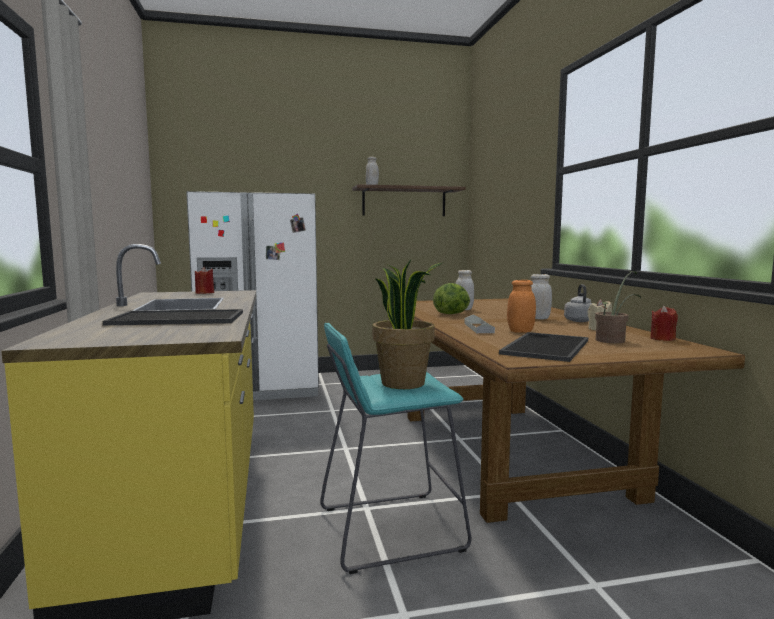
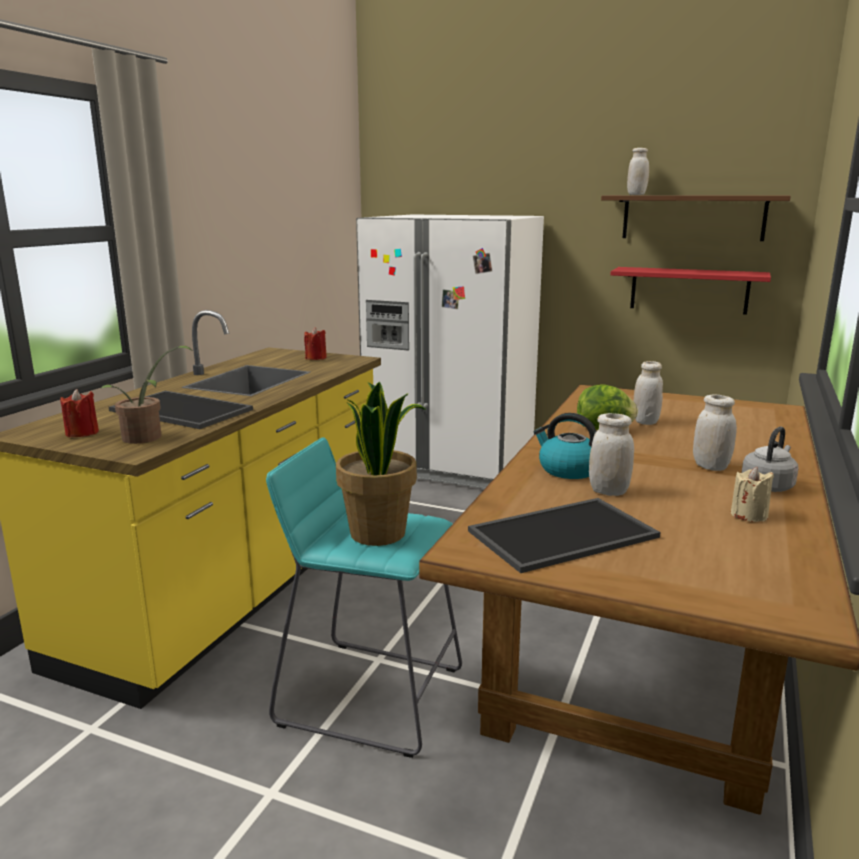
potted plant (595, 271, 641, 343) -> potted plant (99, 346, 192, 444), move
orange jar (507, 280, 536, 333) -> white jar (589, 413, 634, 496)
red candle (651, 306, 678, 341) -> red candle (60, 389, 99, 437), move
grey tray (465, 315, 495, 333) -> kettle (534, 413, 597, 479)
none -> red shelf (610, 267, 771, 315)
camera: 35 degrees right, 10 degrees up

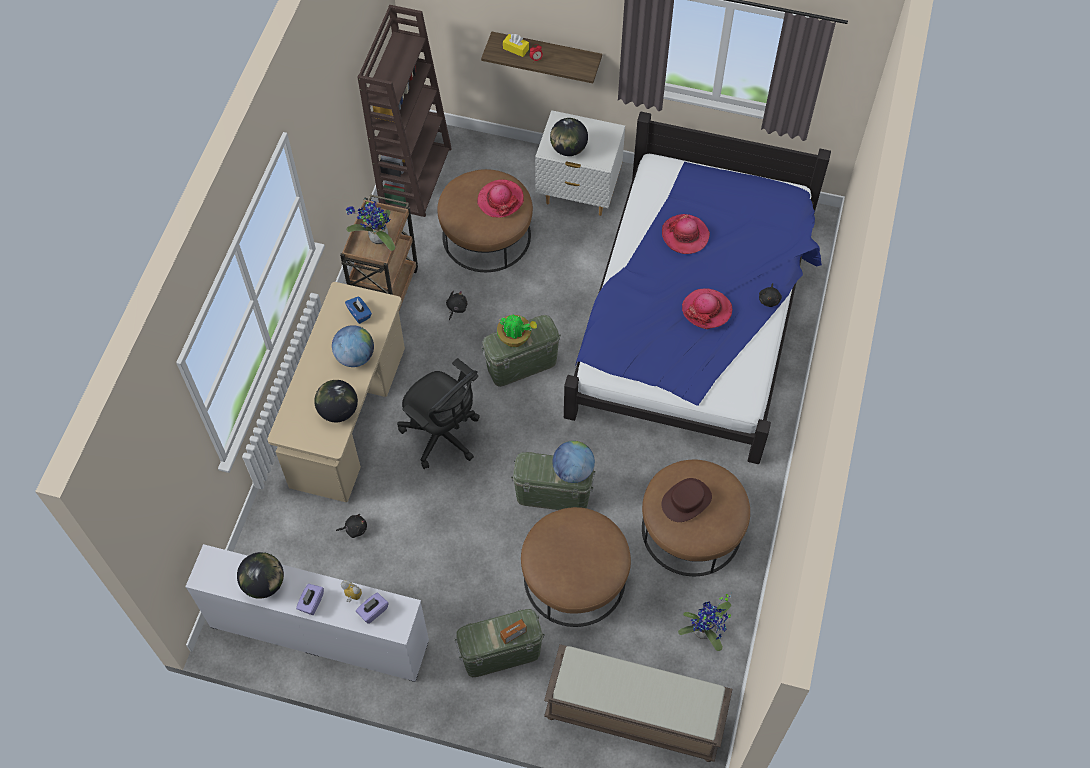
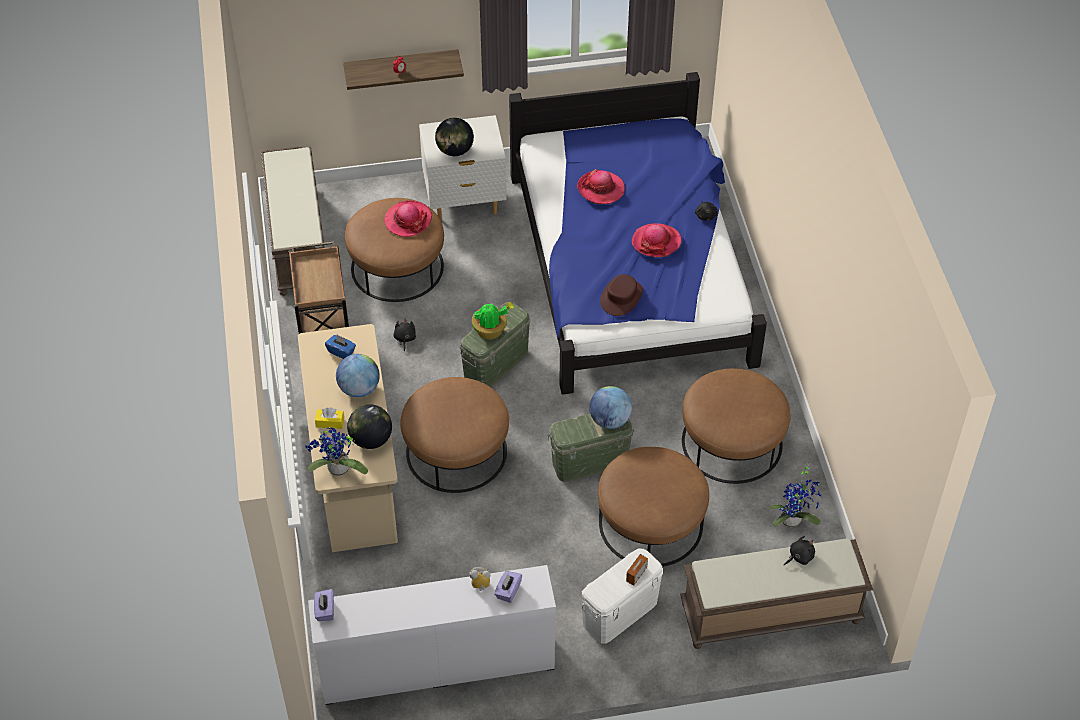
brown bookcase (358, 5, 452, 217) -> brown bench (261, 147, 325, 296)
yellow tissue box (503, 34, 529, 57) -> yellow tissue box (315, 408, 344, 429), move
potted plant (346, 198, 395, 251) -> potted plant (305, 427, 368, 476), move
black office chair (397, 358, 480, 469) -> brown ottoman (400, 377, 509, 493)
brown hat (662, 478, 712, 522) -> brown hat (600, 274, 643, 316), move
black plush toy (336, 514, 367, 538) -> black plush toy (784, 536, 815, 565), move
globe (237, 552, 284, 599) -> none
purple tissue box (296, 584, 324, 615) -> purple tissue box (314, 589, 334, 621), move
green storage box (455, 609, 545, 677) -> white storage box (581, 548, 663, 644)
camera: 25 degrees left, 10 degrees down

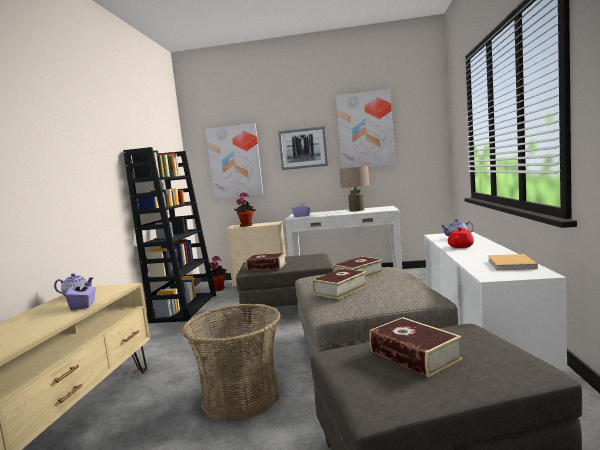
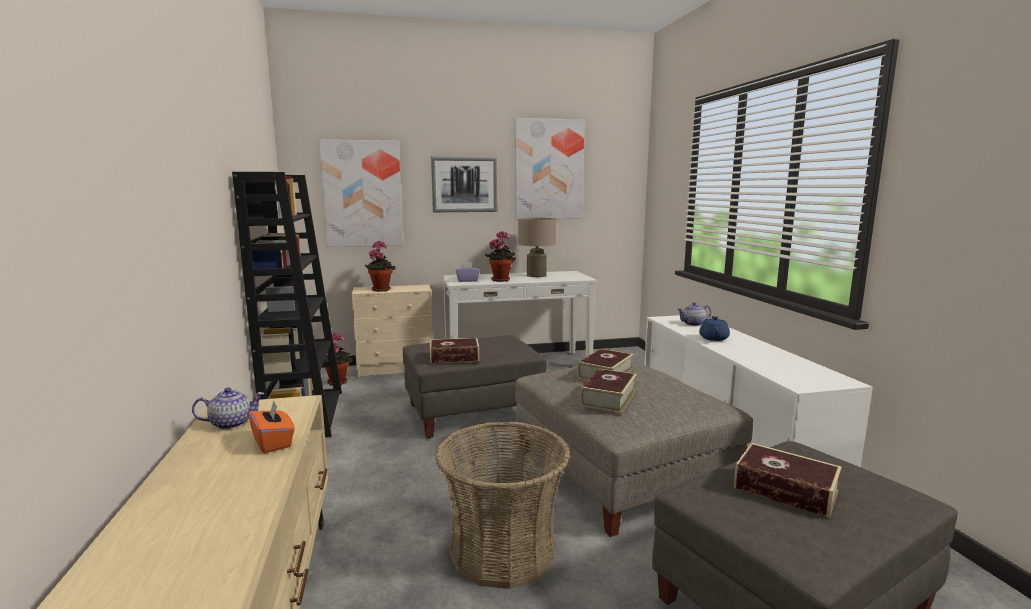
red teapot (448, 228, 474, 248) -> blue teapot (699, 316, 730, 341)
beige book (488, 254, 538, 270) -> none
purple tissue box (65, 279, 96, 310) -> orange tissue box (248, 401, 295, 453)
none -> potted plant (485, 231, 516, 282)
camera: 20 degrees left, 5 degrees up

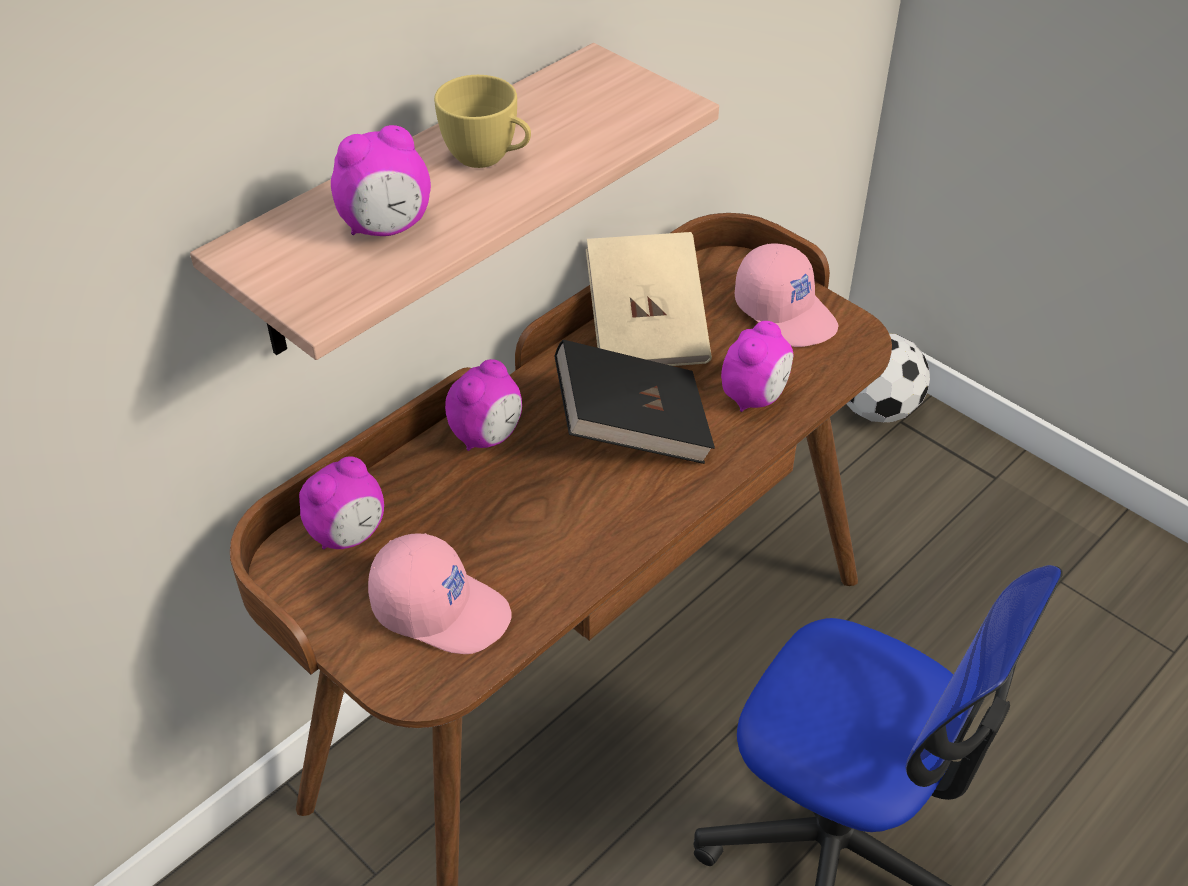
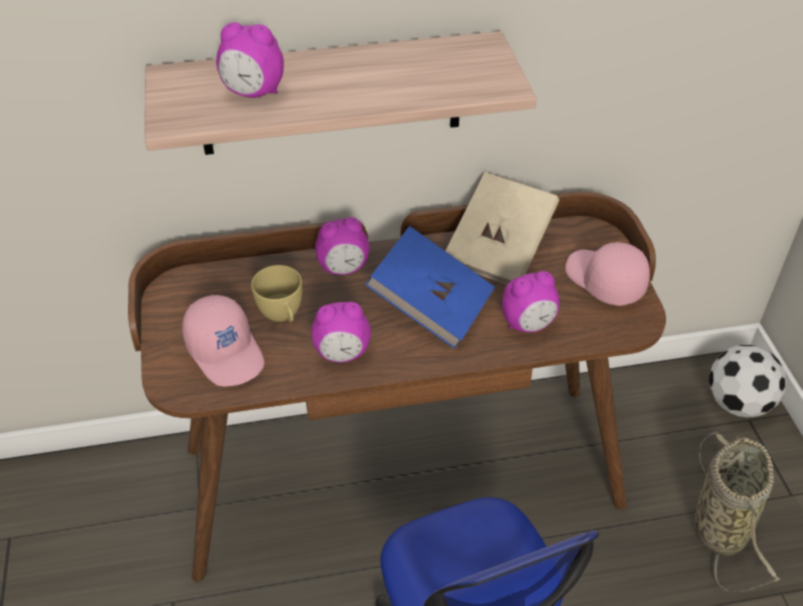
yellow cup (434, 75, 531, 168) -> yellow cup (251, 265, 302, 322), move
pink cap (735, 243, 838, 347) -> pink cap (565, 242, 650, 306), 150 degrees clockwise
black book (554, 340, 715, 464) -> blue book (365, 226, 495, 349)
alarm clock (299, 456, 384, 550) -> alarm clock (311, 302, 371, 363), move
none -> basket (695, 432, 781, 592)
camera: 35 degrees right, 0 degrees up

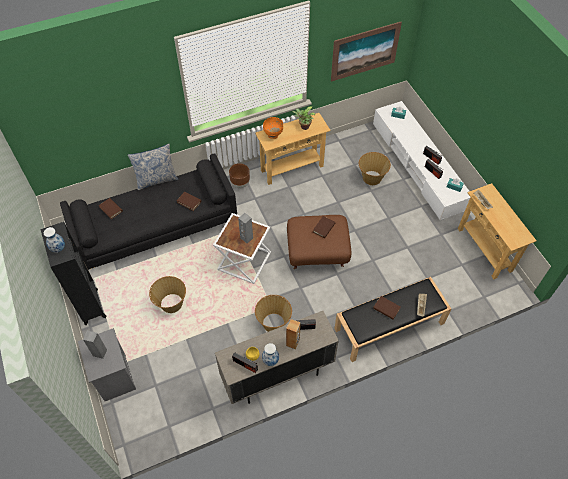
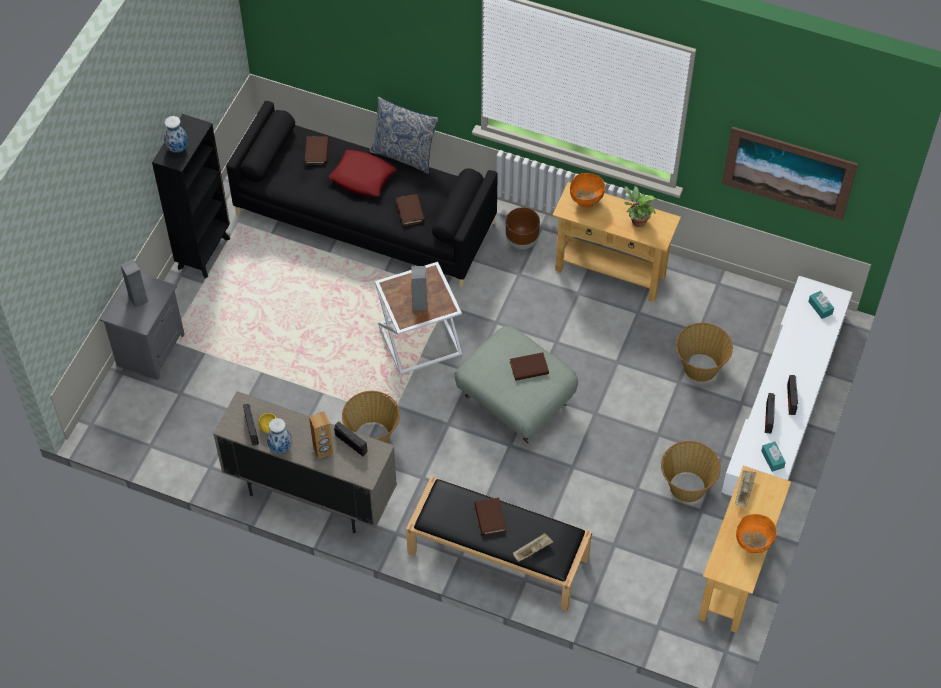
brown ottoman (287, 215, 351, 269) -> grey ottoman (455, 326, 578, 444)
basket (149, 276, 186, 313) -> basket (661, 441, 720, 502), move
none -> red pillow (328, 150, 396, 197)
none -> orange bowl (736, 514, 777, 553)
camera: 45 degrees right, 0 degrees up

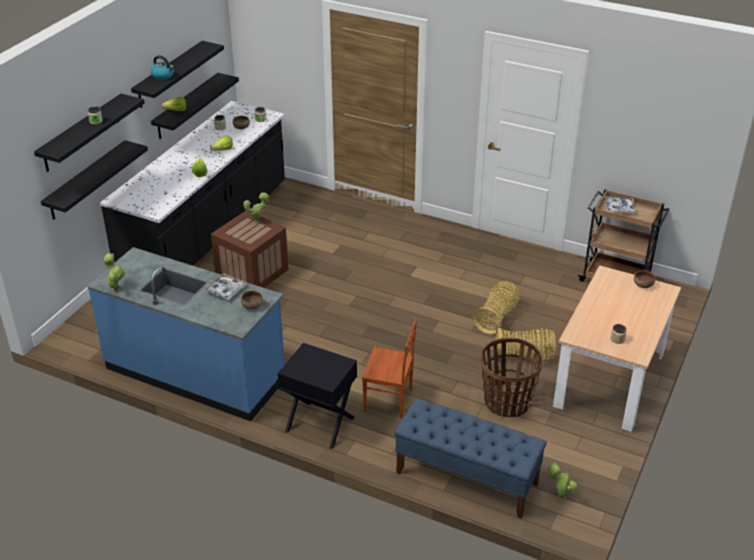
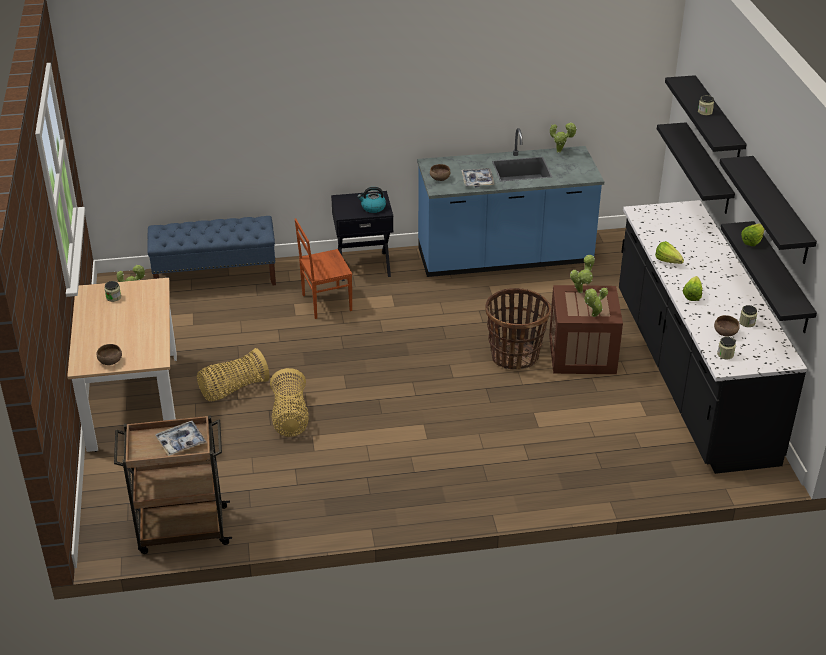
kettle (151, 55, 174, 80) -> kettle (357, 187, 386, 213), move
basket (480, 338, 543, 417) -> basket (485, 288, 551, 369), move
none -> potted plant (570, 255, 595, 293)
camera: 145 degrees right, 0 degrees up

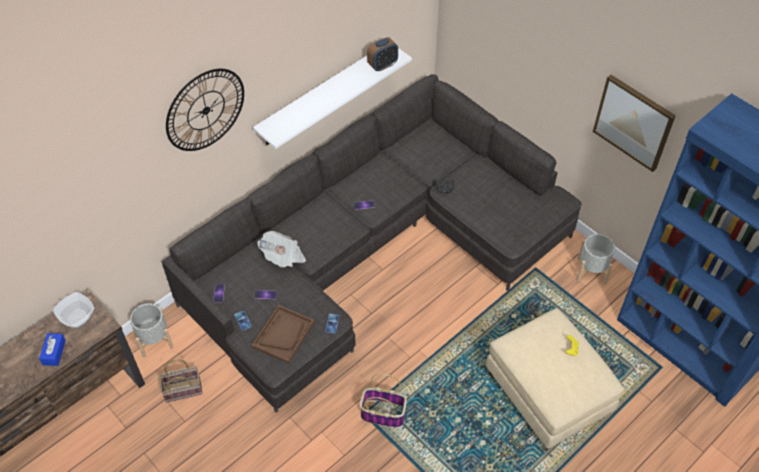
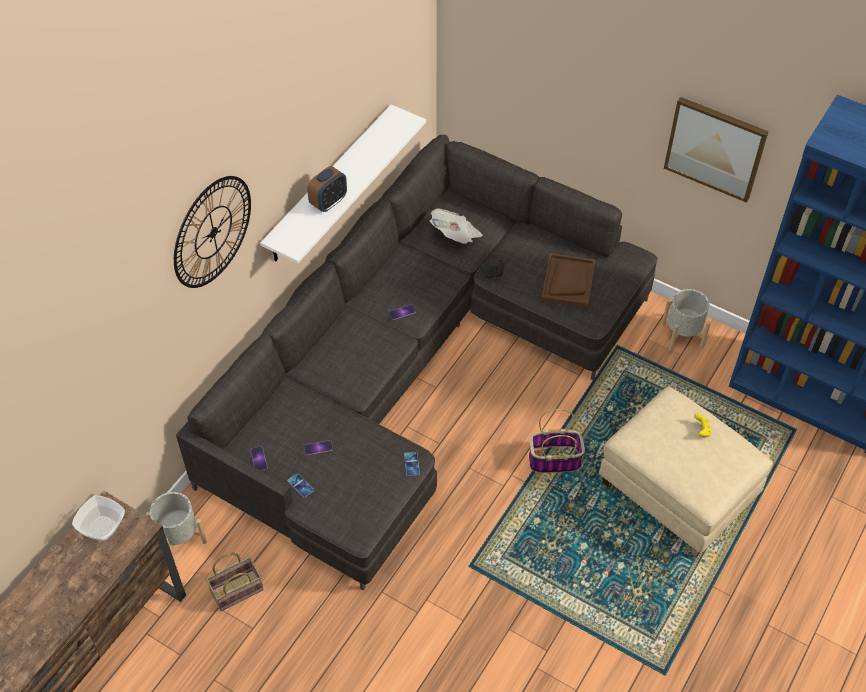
alarm clock (367, 37, 398, 71) -> alarm clock (307, 166, 347, 212), move
newspaper (257, 231, 306, 268) -> newspaper (430, 208, 482, 244), move
brown tray (252, 305, 315, 364) -> brown tray (541, 253, 595, 308), move
blue tissue box (39, 333, 66, 366) -> none
basket (359, 374, 407, 427) -> basket (529, 409, 585, 473), move
camera: 15 degrees left, 0 degrees up

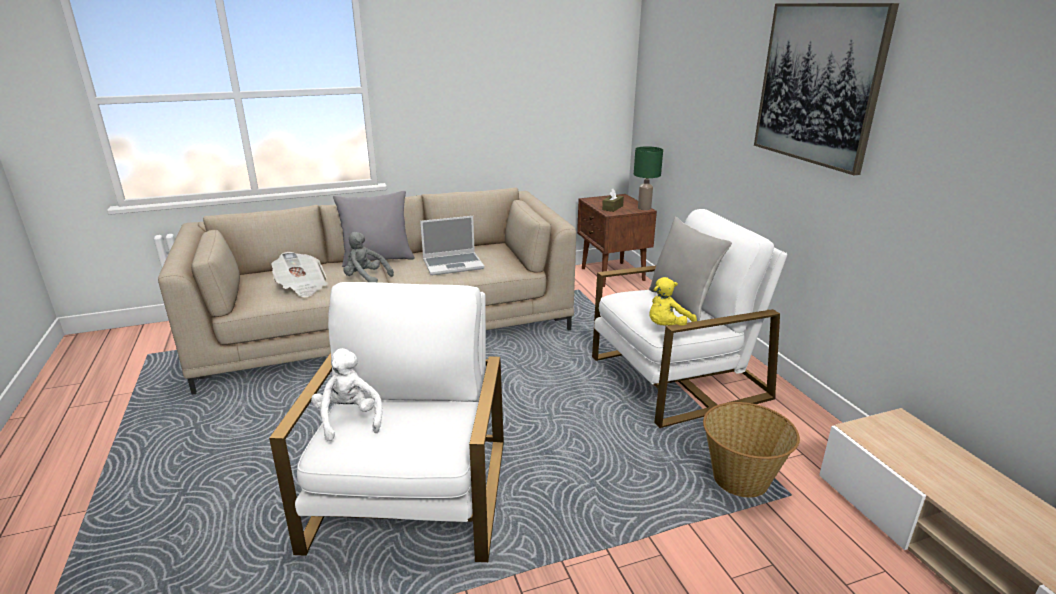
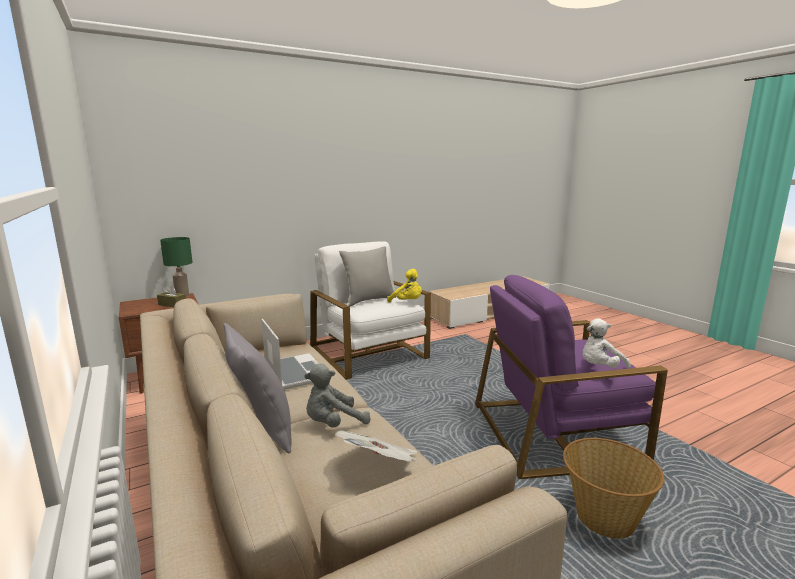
picture (754, 3, 899, 175) -> none
grey plush toy (343, 232, 394, 282) -> grey plush toy (304, 364, 371, 428), 45 degrees clockwise
white armchair (269, 282, 504, 562) -> purple armchair (475, 275, 668, 479)
basket (703, 402, 800, 497) -> basket (563, 438, 664, 539), move
camera: 100 degrees left, 10 degrees down

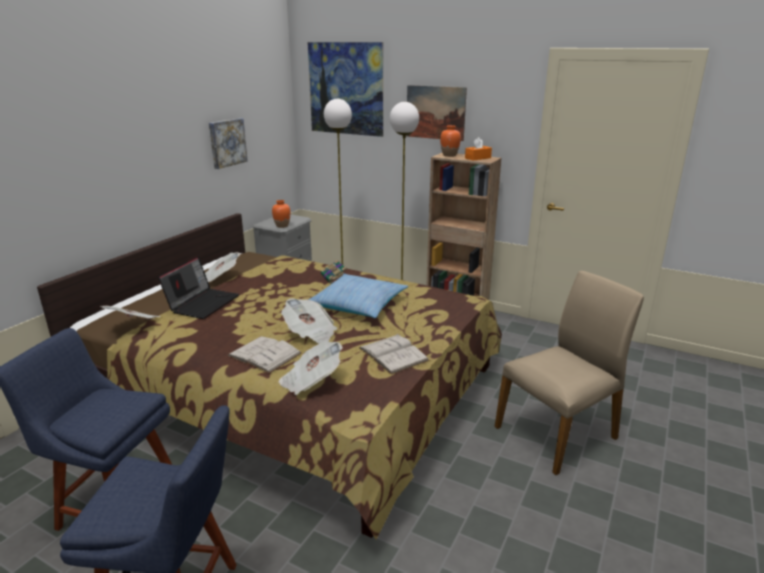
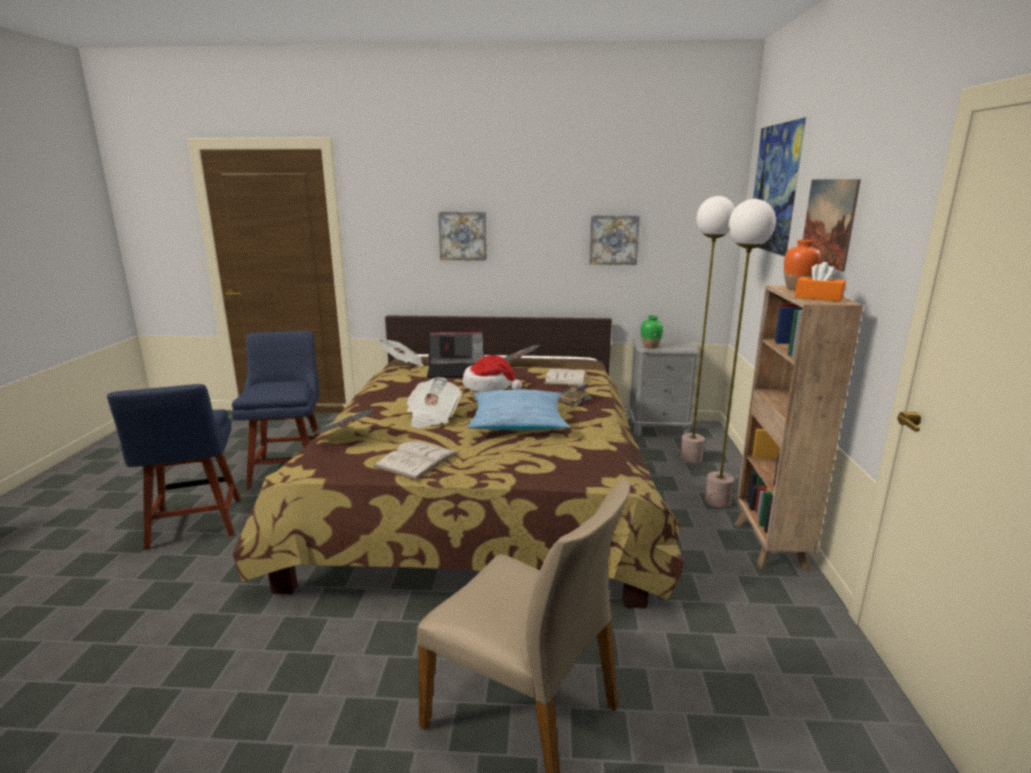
orange vase (272, 200, 291, 228) -> green vase (641, 315, 663, 349)
white book (227, 336, 301, 373) -> white book (544, 369, 586, 386), move
none -> picture (438, 211, 487, 261)
none -> hat (463, 355, 522, 392)
camera: 65 degrees right, 5 degrees down

